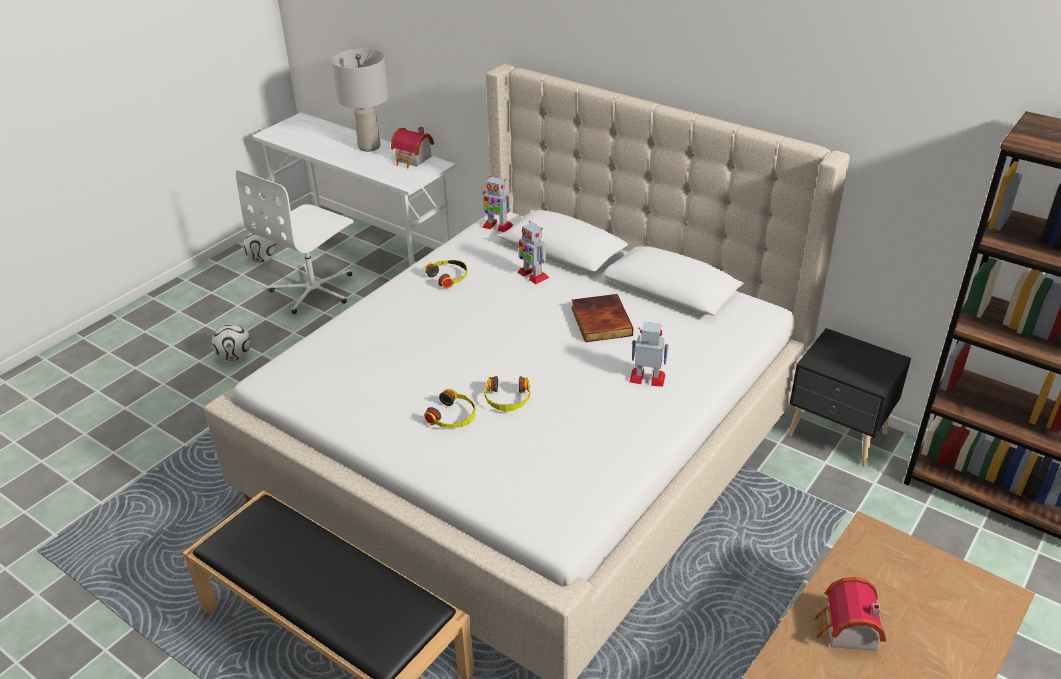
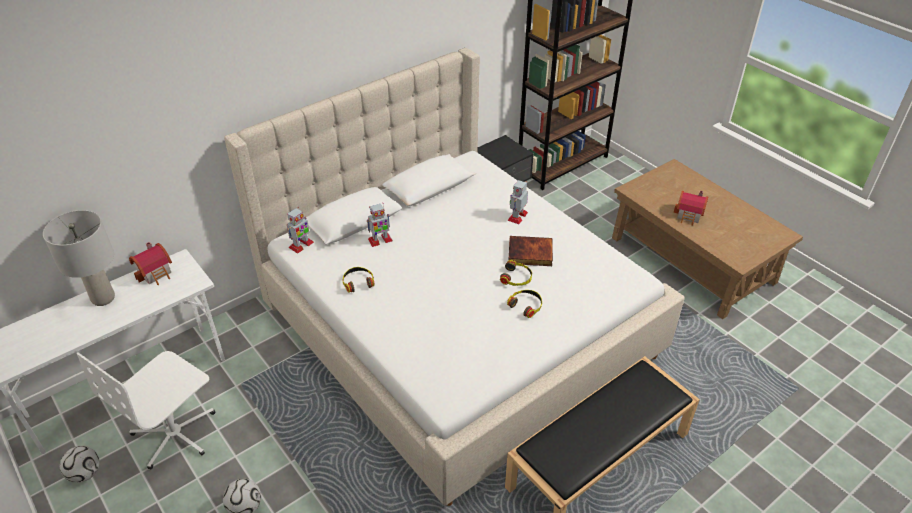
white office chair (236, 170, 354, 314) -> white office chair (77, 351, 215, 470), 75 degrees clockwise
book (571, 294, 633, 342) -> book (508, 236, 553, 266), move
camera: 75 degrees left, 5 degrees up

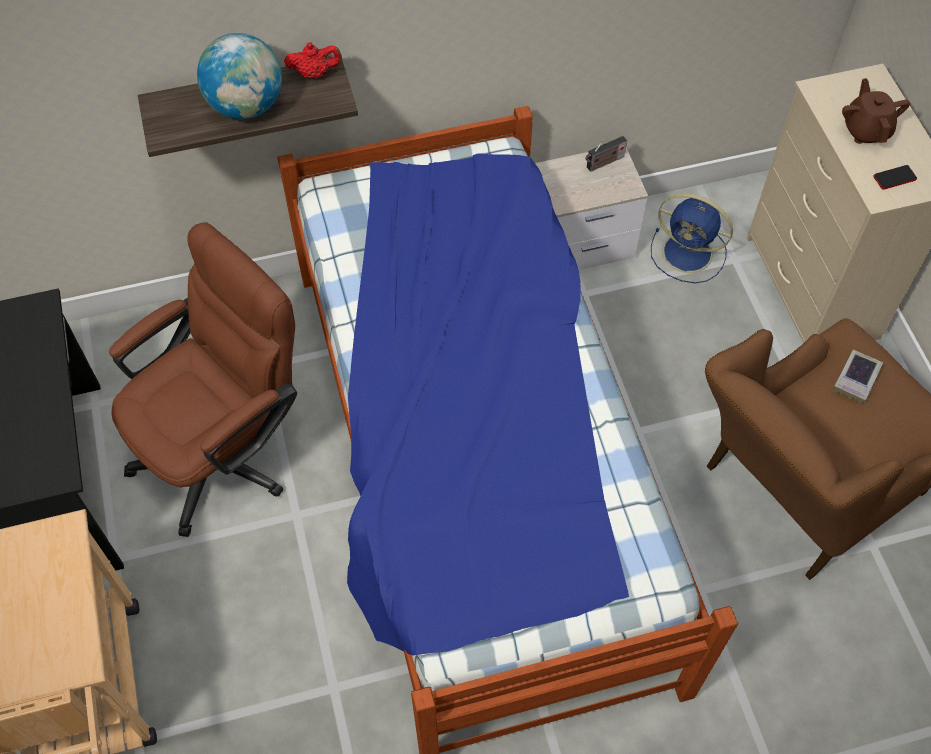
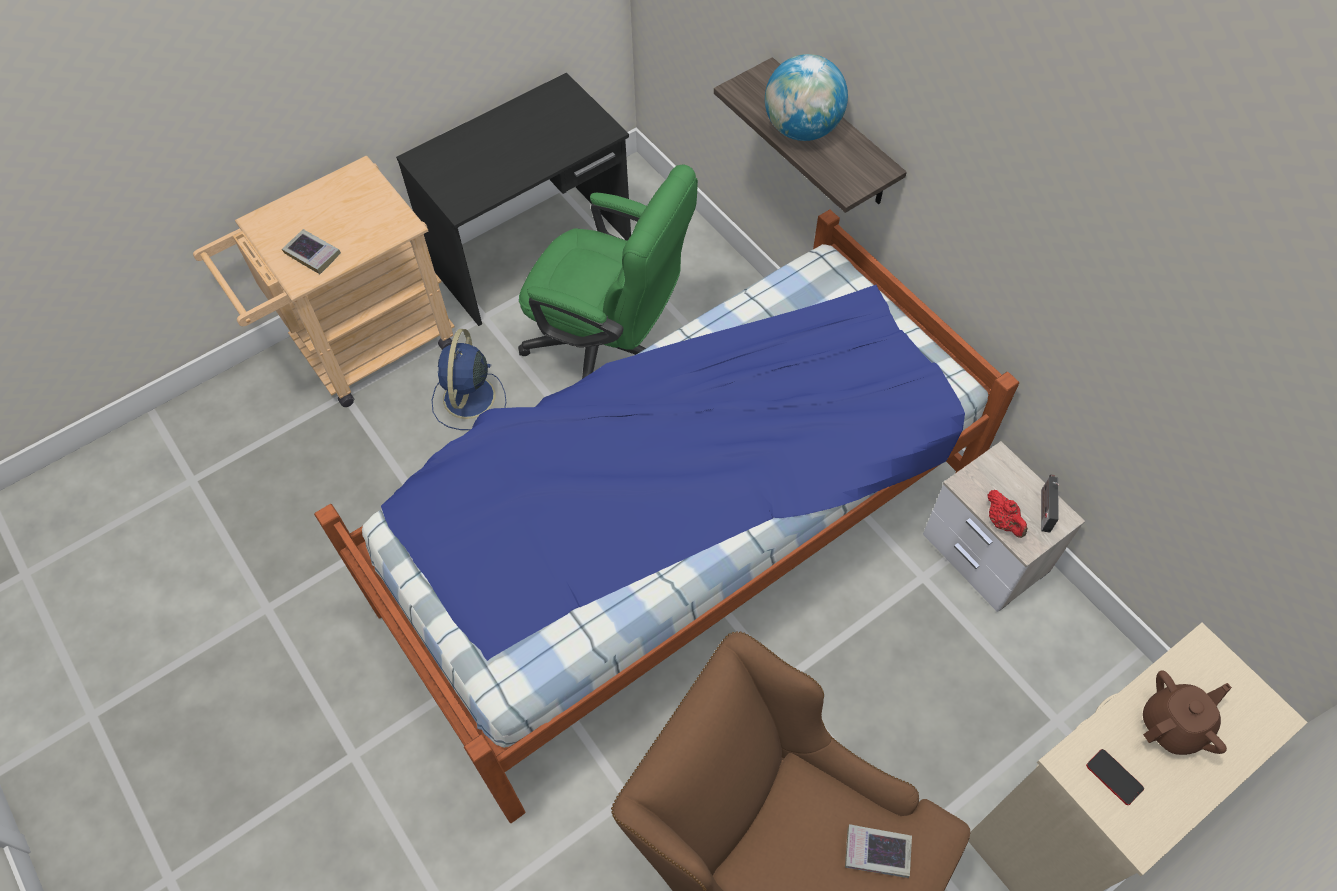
red teapot (284, 42, 342, 79) -> red teapot (987, 490, 1028, 538), move
radio (585, 136, 627, 172) -> radio (1041, 474, 1059, 532), 60 degrees clockwise
blue fan (651, 193, 733, 283) -> blue fan (432, 329, 506, 430), move
brown office chair (109, 222, 297, 537) -> green office chair (518, 164, 698, 379)
none -> book (282, 229, 341, 274)
camera: 70 degrees right, 0 degrees up

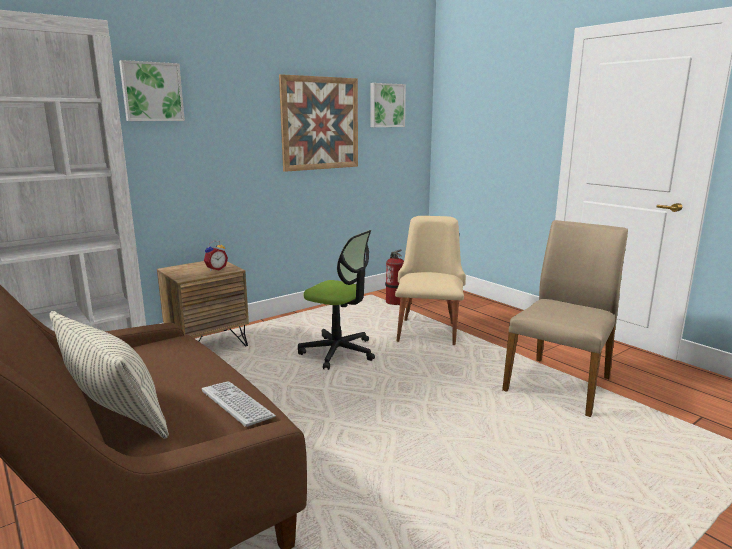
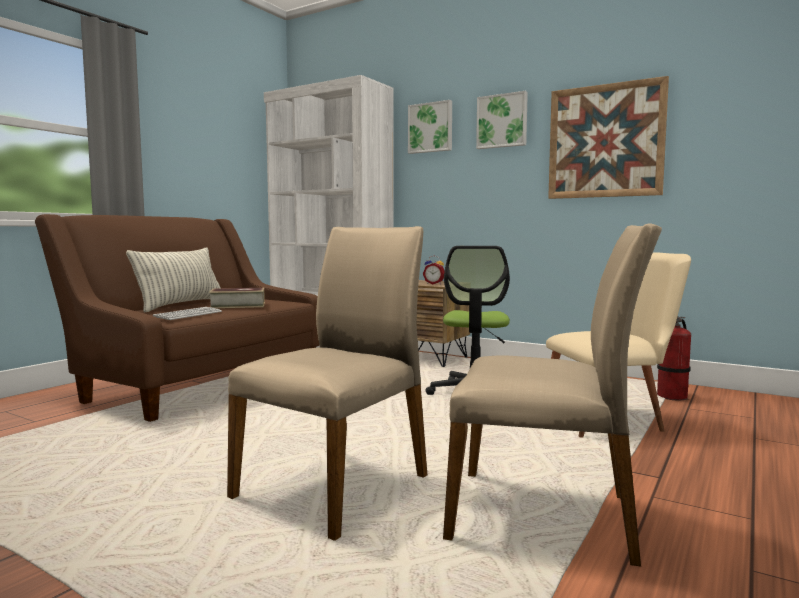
picture (370, 83, 406, 127) -> picture (476, 91, 528, 149), move
none -> beige chair (227, 226, 427, 541)
none -> book (209, 288, 265, 308)
camera: 70 degrees right, 10 degrees down

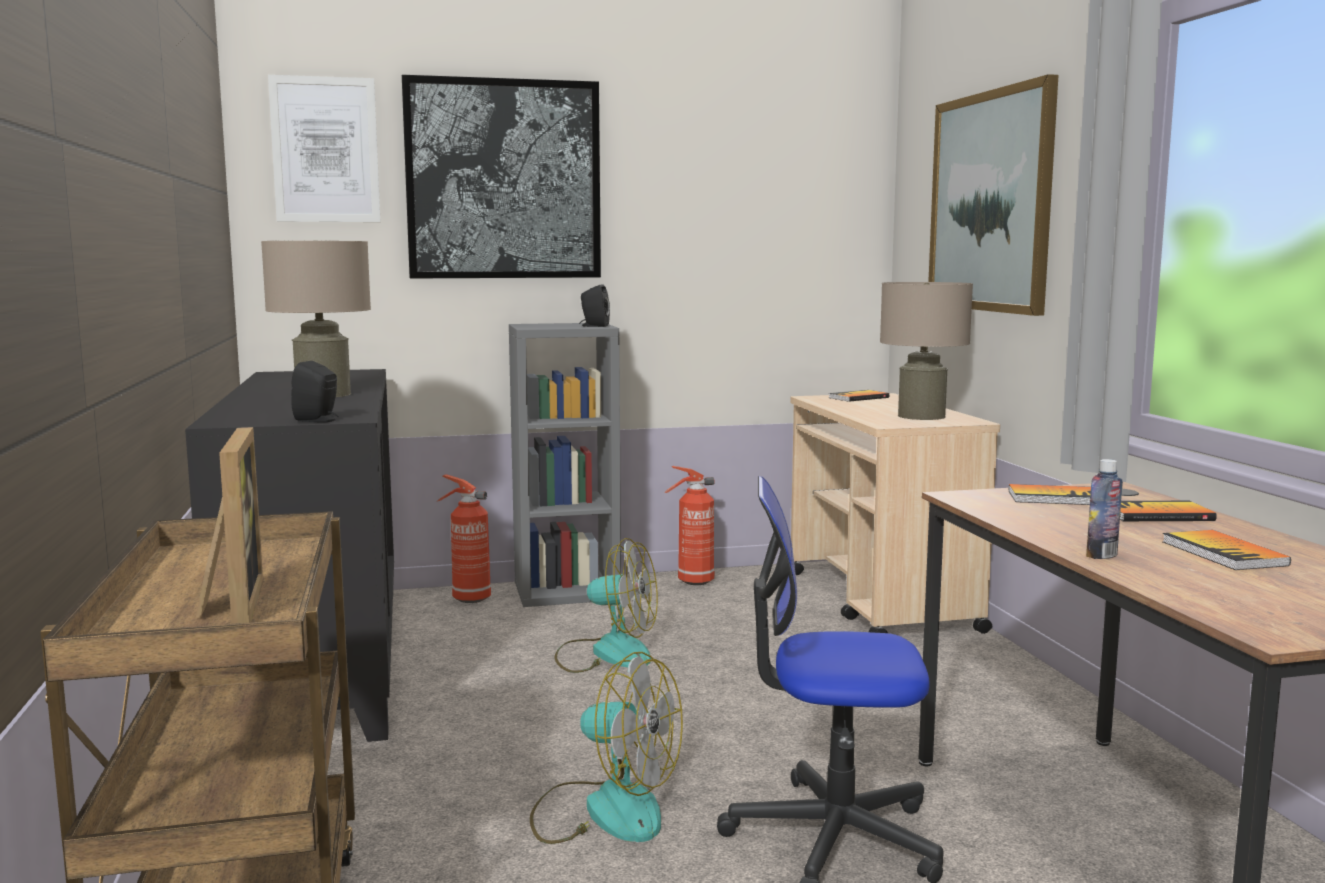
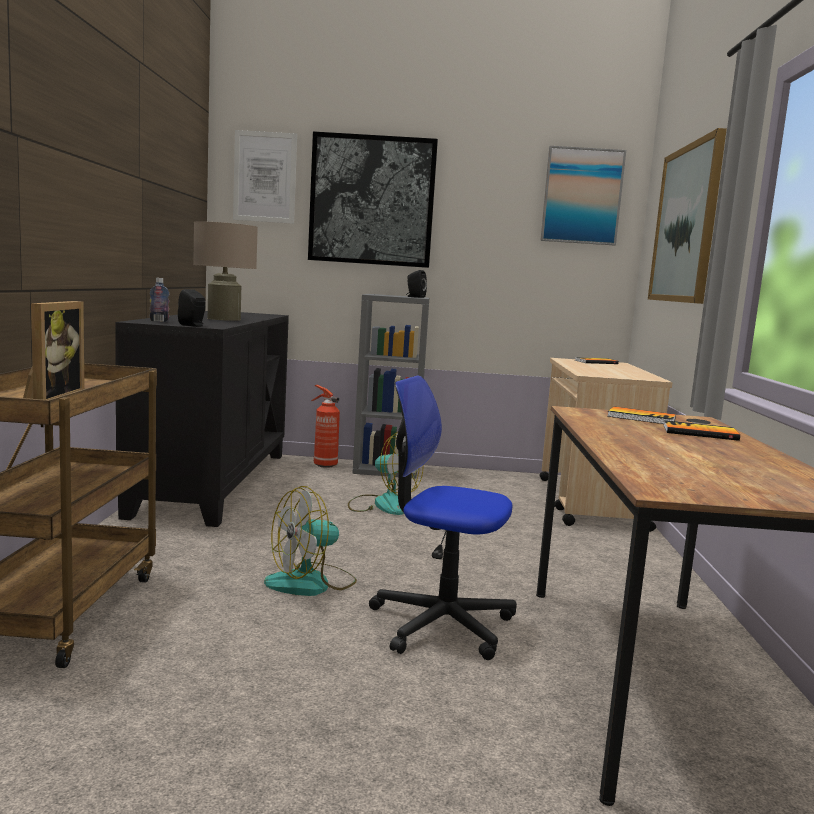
beige table lamp (880, 282, 973, 420) -> none
bottle (1086, 459, 1123, 559) -> bottle (150, 278, 169, 322), move
fire extinguisher (664, 466, 714, 585) -> none
book (1162, 530, 1291, 570) -> none
fan (530, 652, 683, 844) -> fan (264, 486, 357, 596), 105 degrees clockwise
none -> picture (540, 146, 626, 245)
camera: 15 degrees right, 0 degrees up

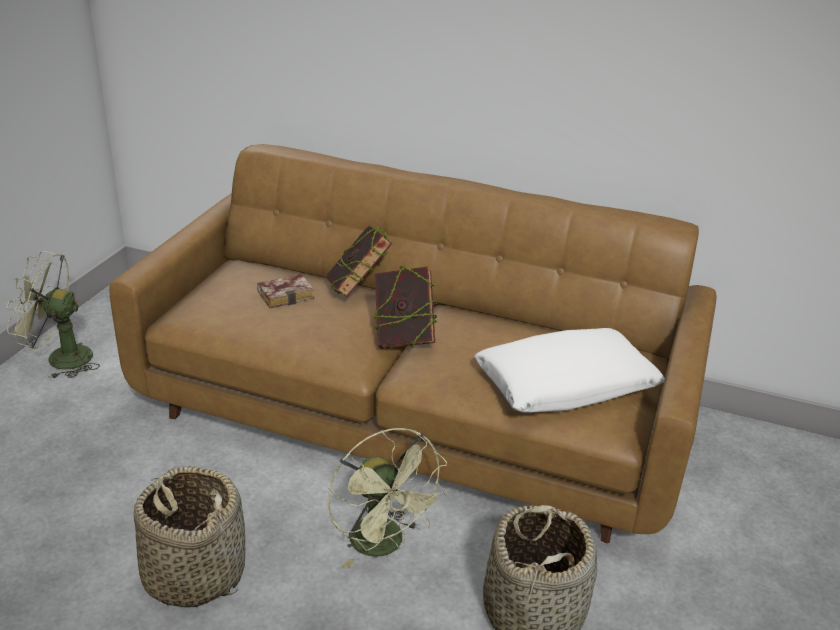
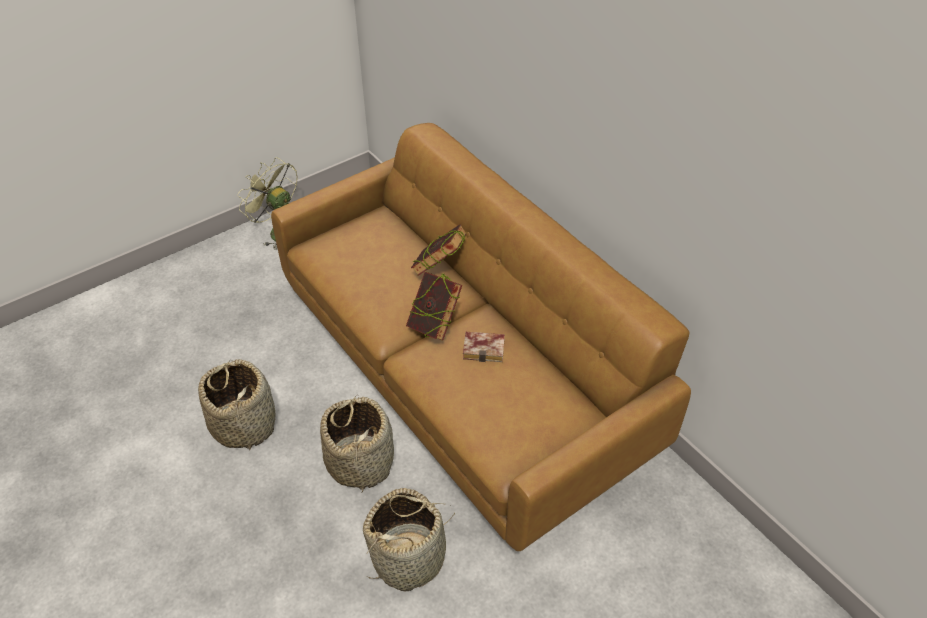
book (257, 274, 314, 308) -> book (463, 332, 505, 362), move
white pillow (474, 328, 665, 413) -> none
green fan (328, 428, 448, 569) -> basket (320, 395, 394, 492)
camera: 35 degrees right, 15 degrees up

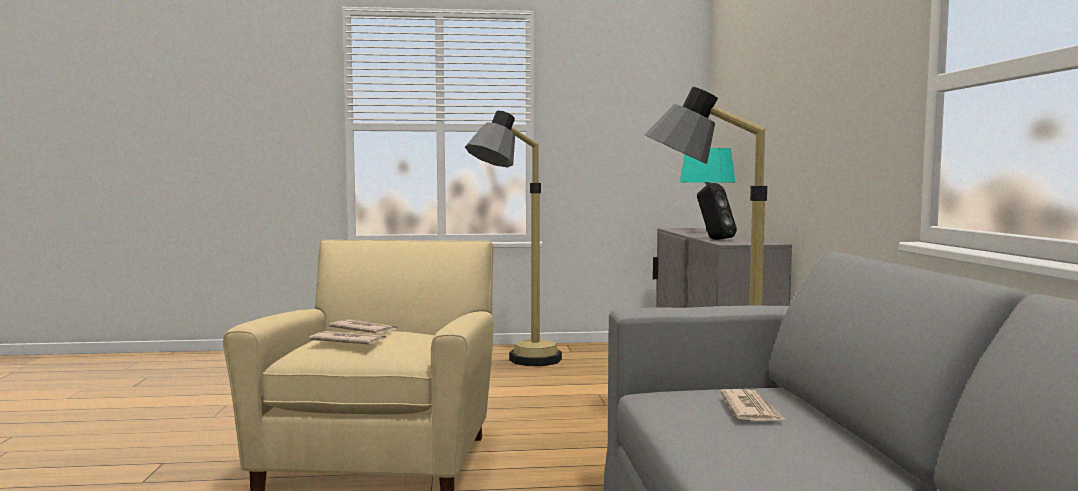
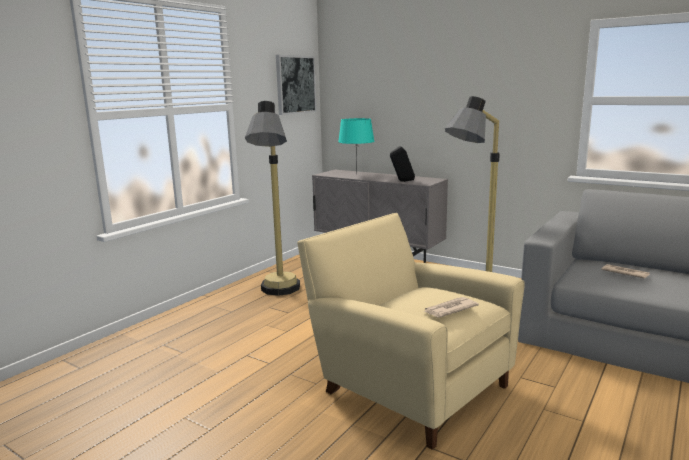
newspaper (329, 319, 398, 334) -> none
none -> picture (276, 55, 317, 115)
camera: 50 degrees left, 10 degrees up

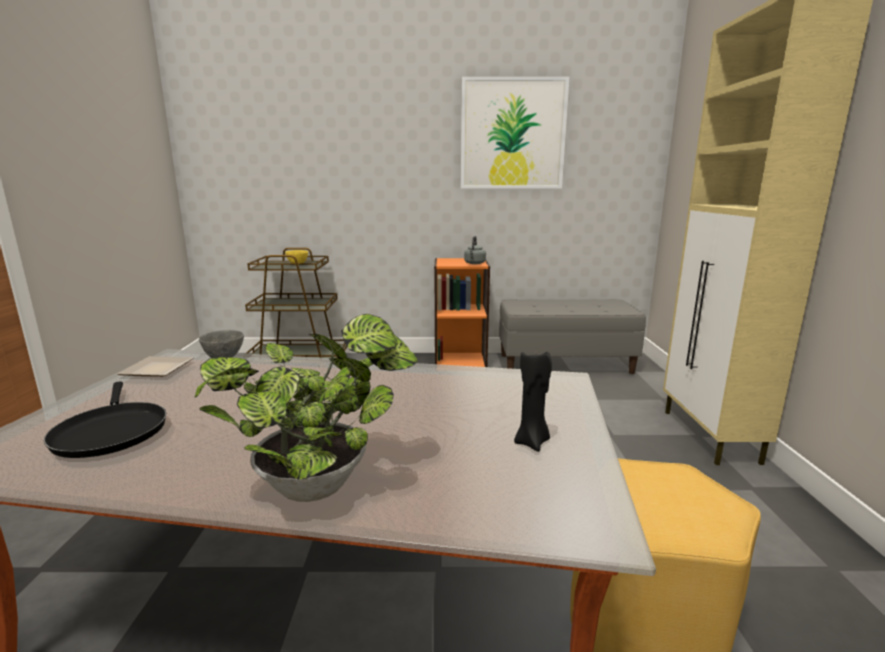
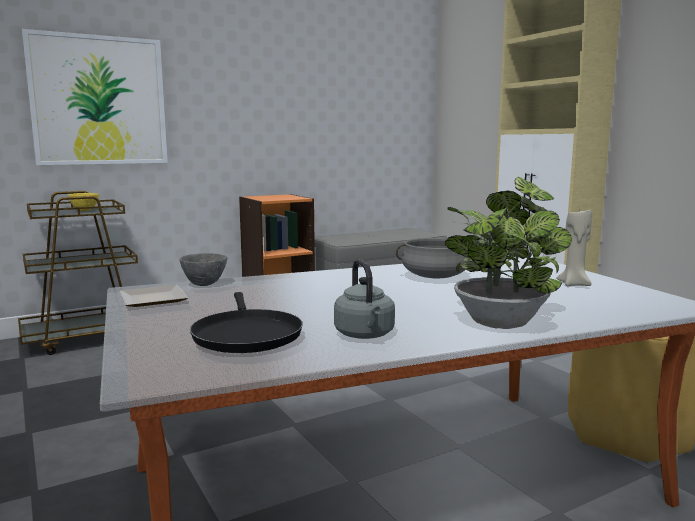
picture (461, 77, 570, 188) -> picture (22, 29, 168, 165), move
grey kettle (464, 236, 486, 264) -> grey kettle (334, 259, 395, 339), move
black candle (514, 348, 552, 452) -> beige candle (556, 209, 592, 286)
black frying pan (44, 381, 166, 458) -> black frying pan (190, 292, 303, 353), 45 degrees clockwise
none -> grey cooking pot (396, 238, 470, 278)
camera: 30 degrees left, 5 degrees down

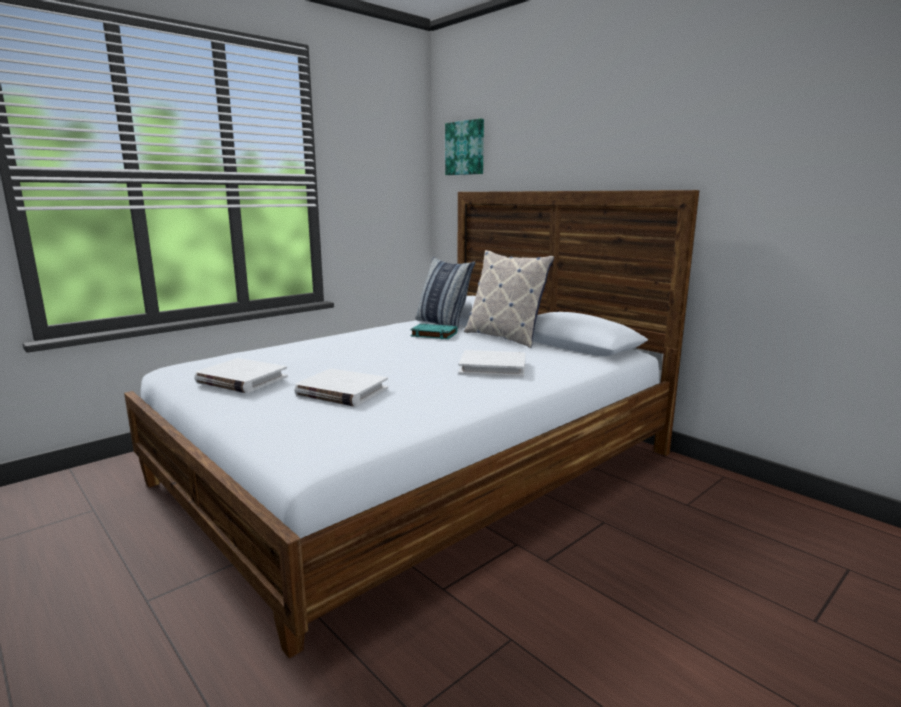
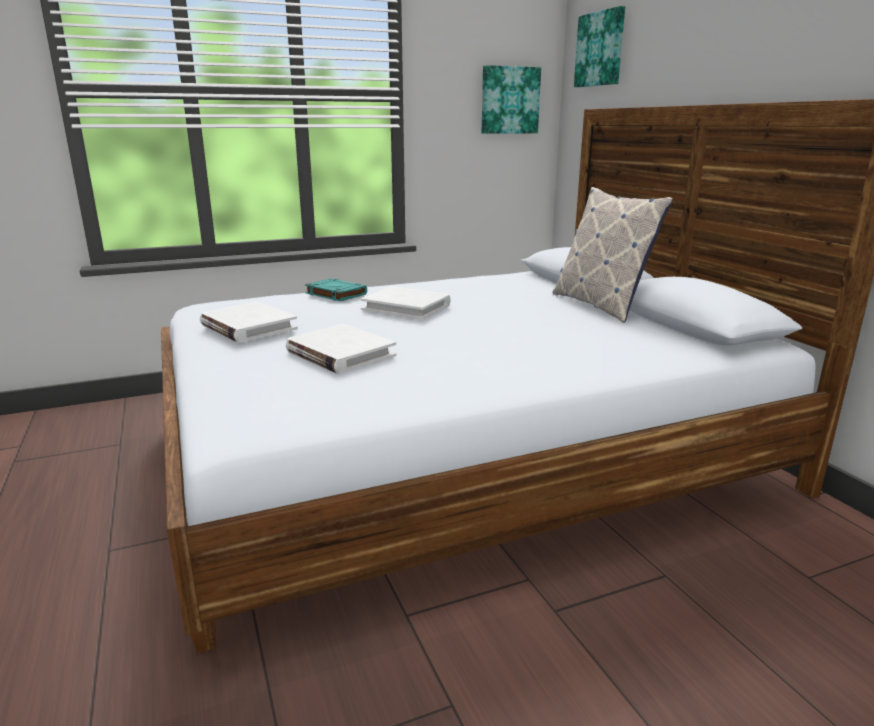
pillow (415, 256, 476, 329) -> none
turquoise book (410, 324, 458, 339) -> turquoise book (305, 278, 367, 301), move
white book (458, 350, 525, 377) -> white book (360, 286, 451, 320), move
none -> picture (482, 65, 541, 134)
camera: 20 degrees right, 5 degrees up

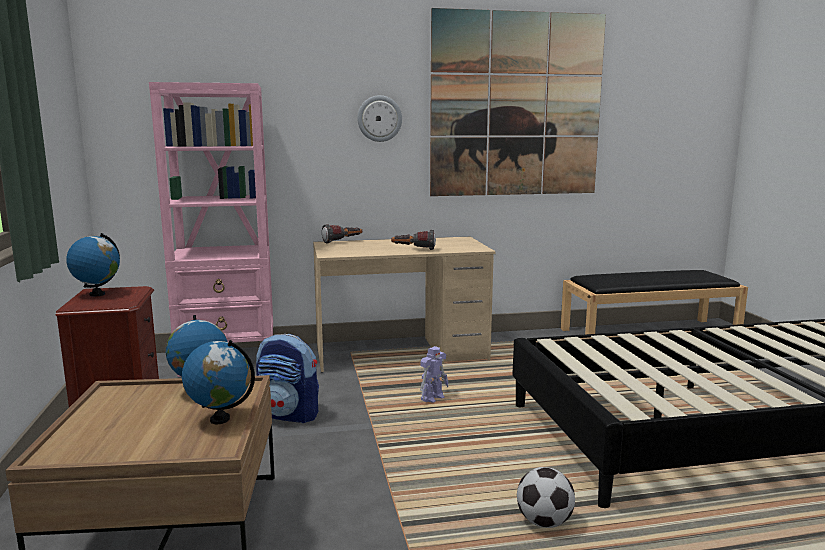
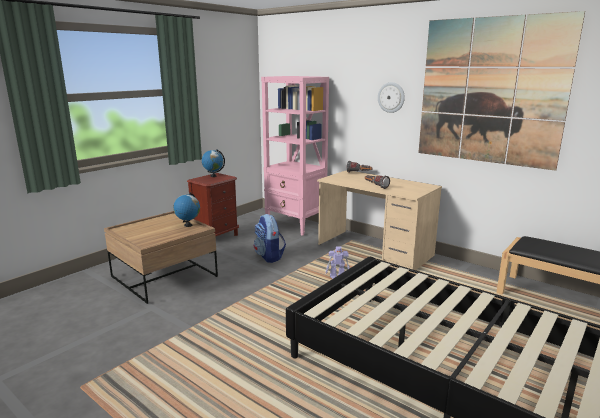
globe (182, 340, 255, 425) -> none
football (517, 467, 575, 528) -> none
camera: 50 degrees right, 5 degrees up

